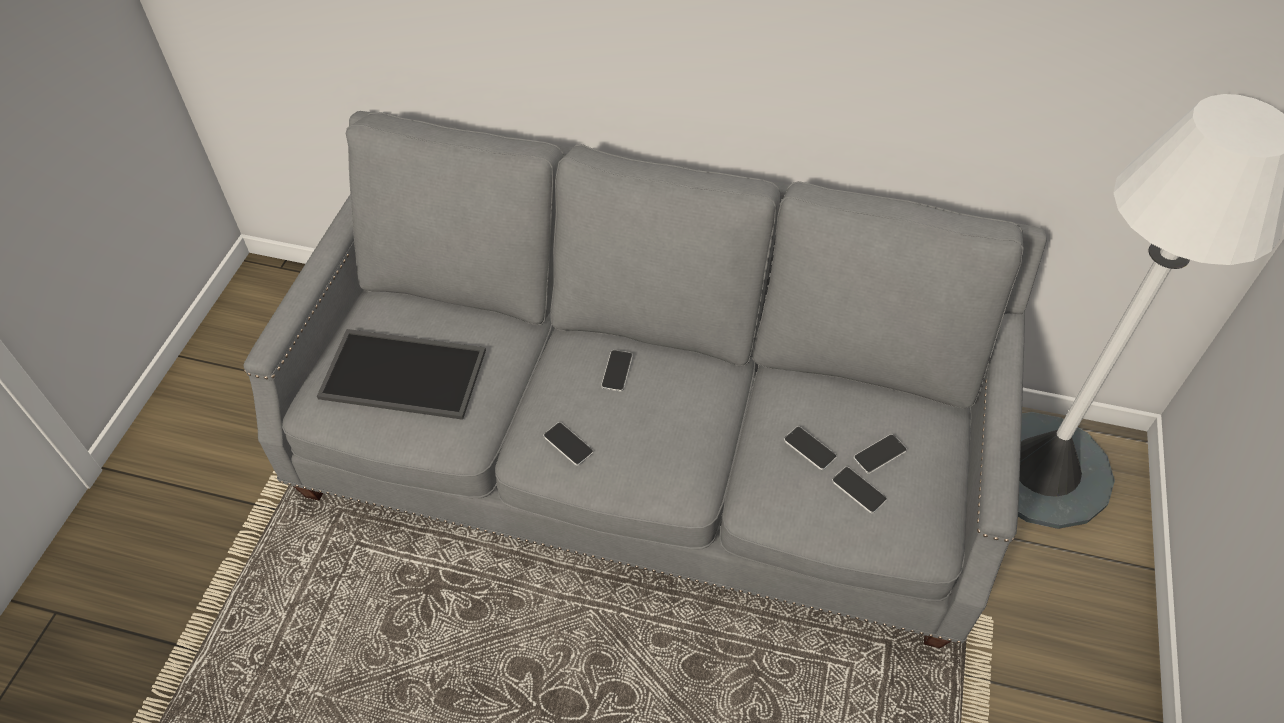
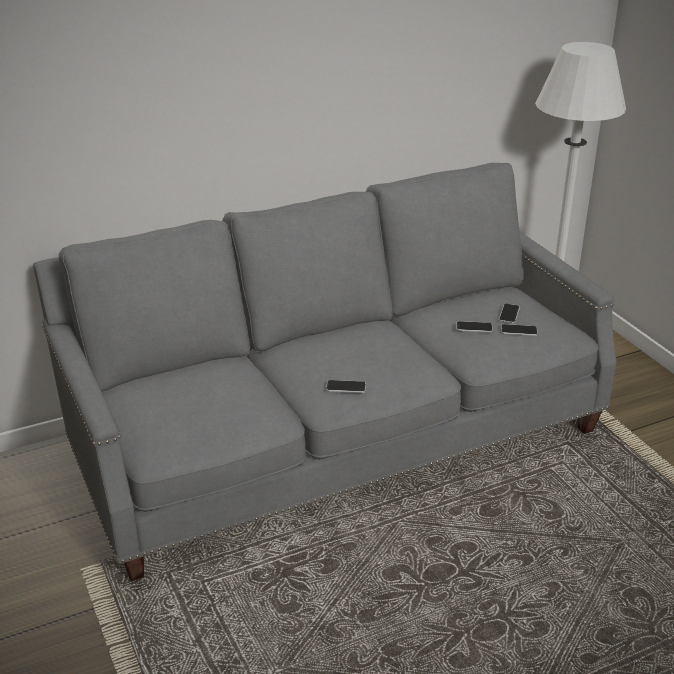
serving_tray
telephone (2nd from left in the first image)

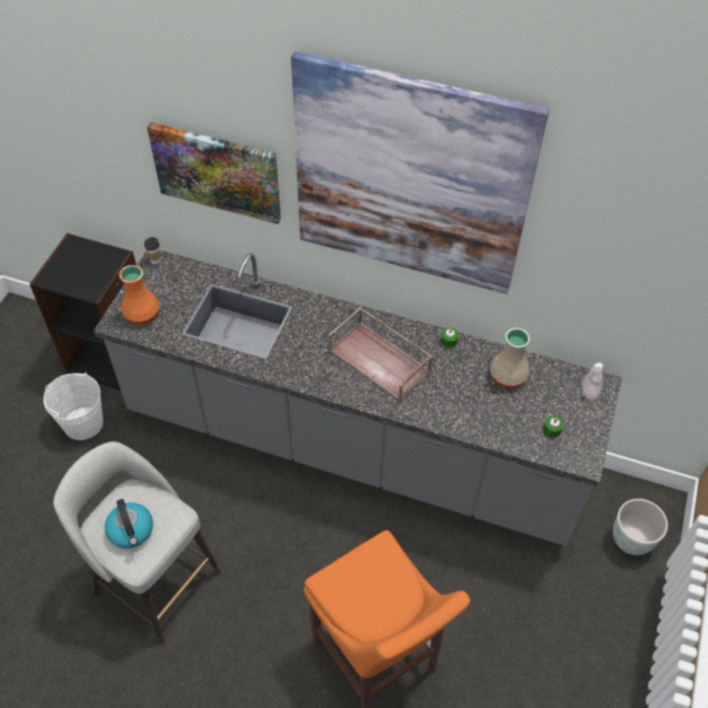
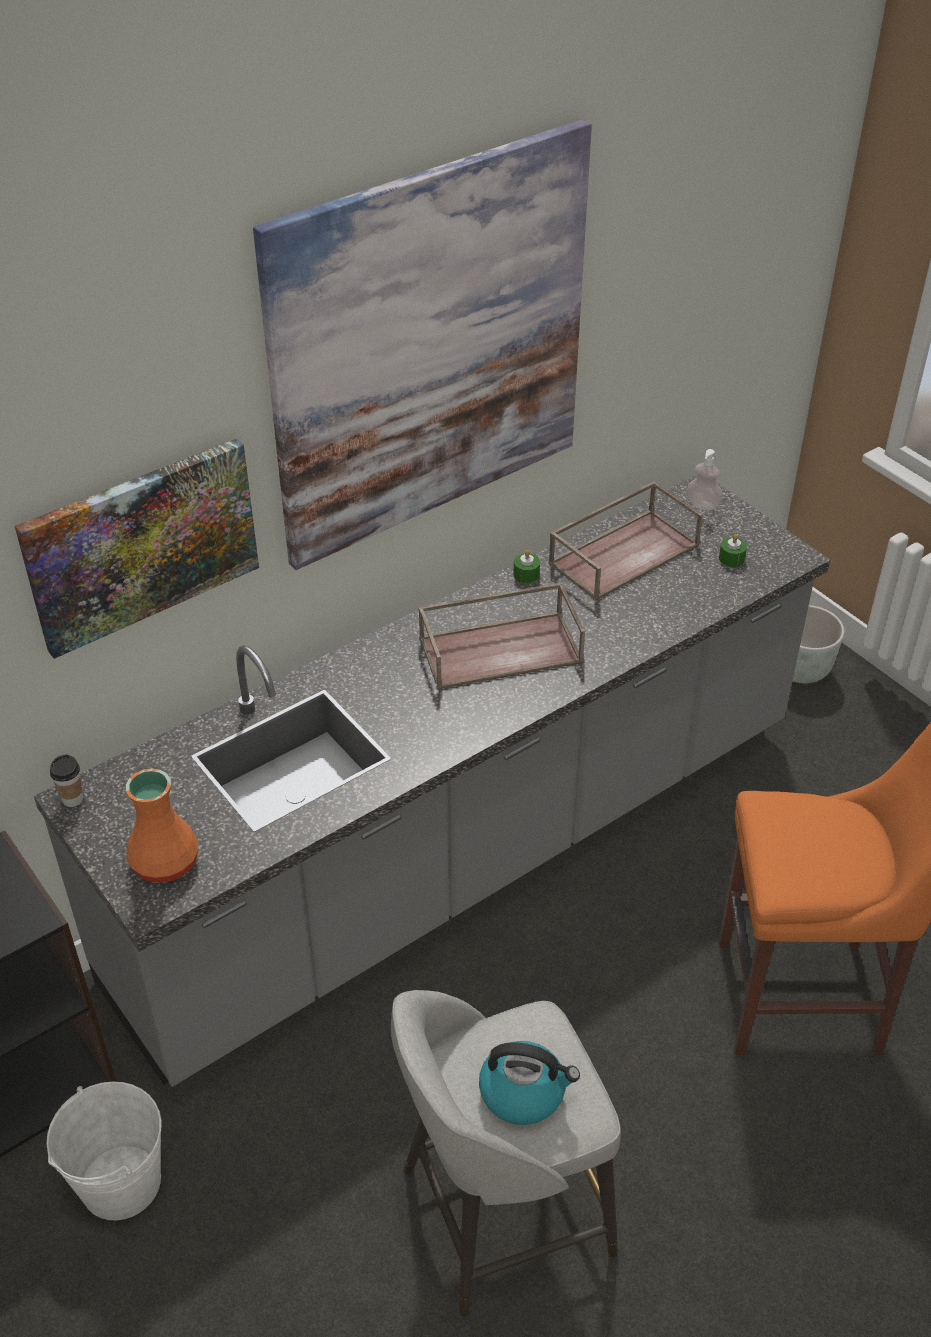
brown-coloured_serving_tray (2nd from left)

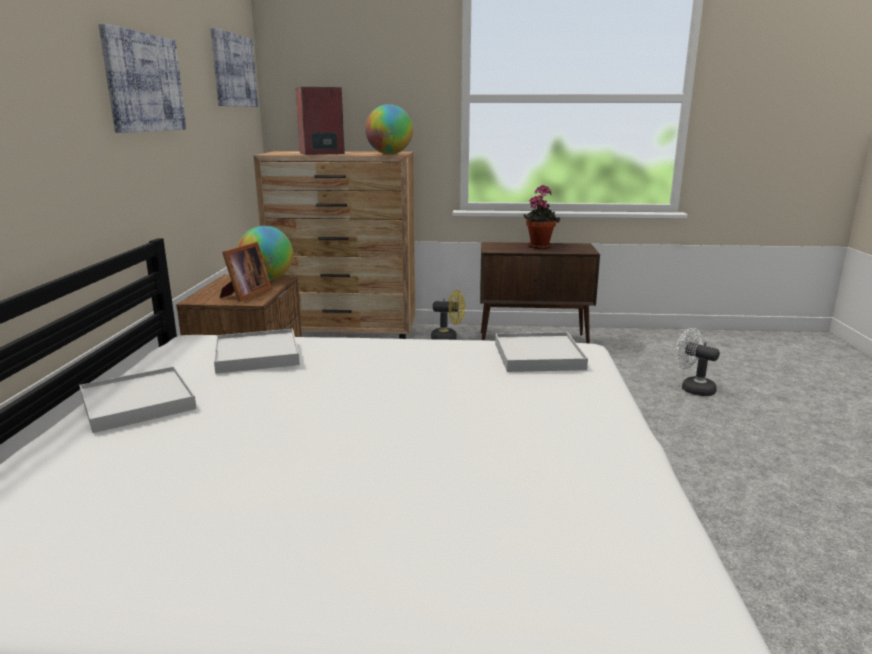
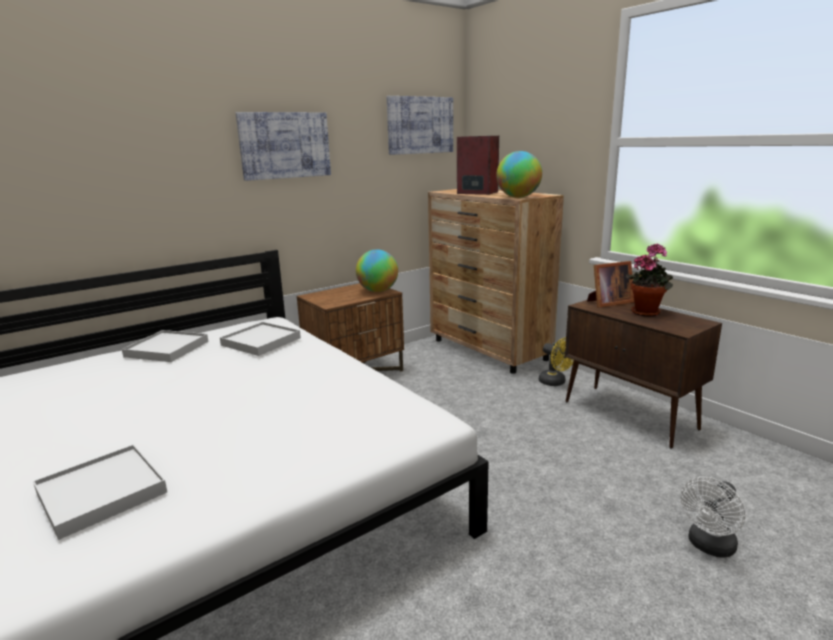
standing_frame
white-coloured_fan
white-coloured_serving_tray (1st from left)

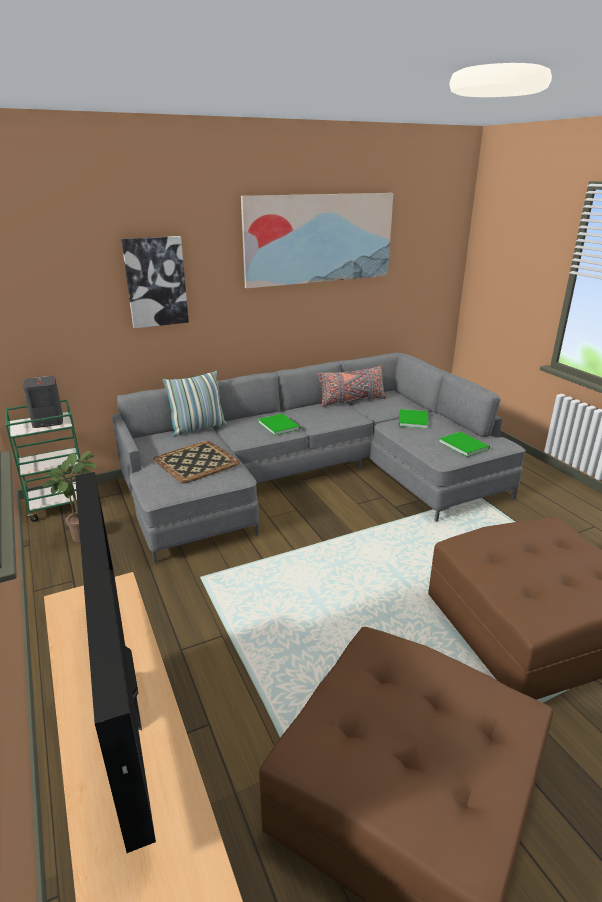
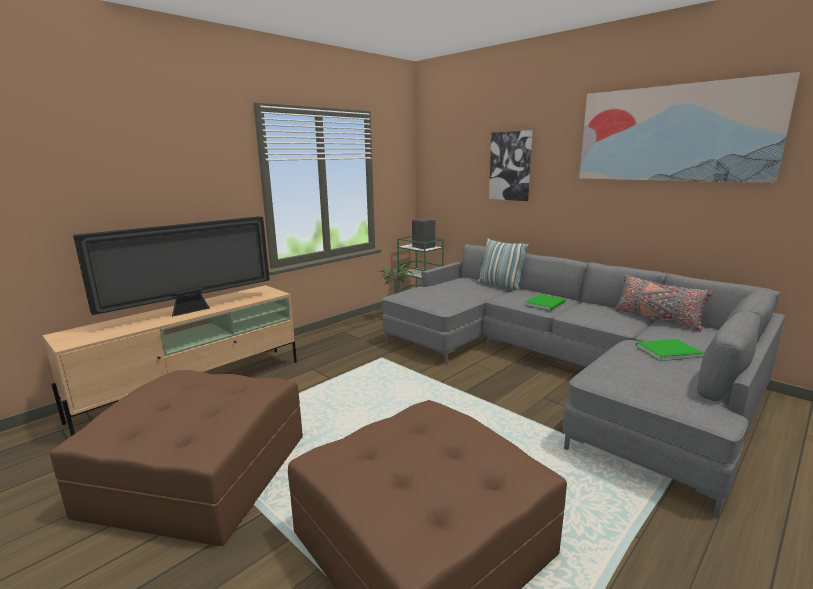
green_book (3rd from left in the first image)
serving_tray

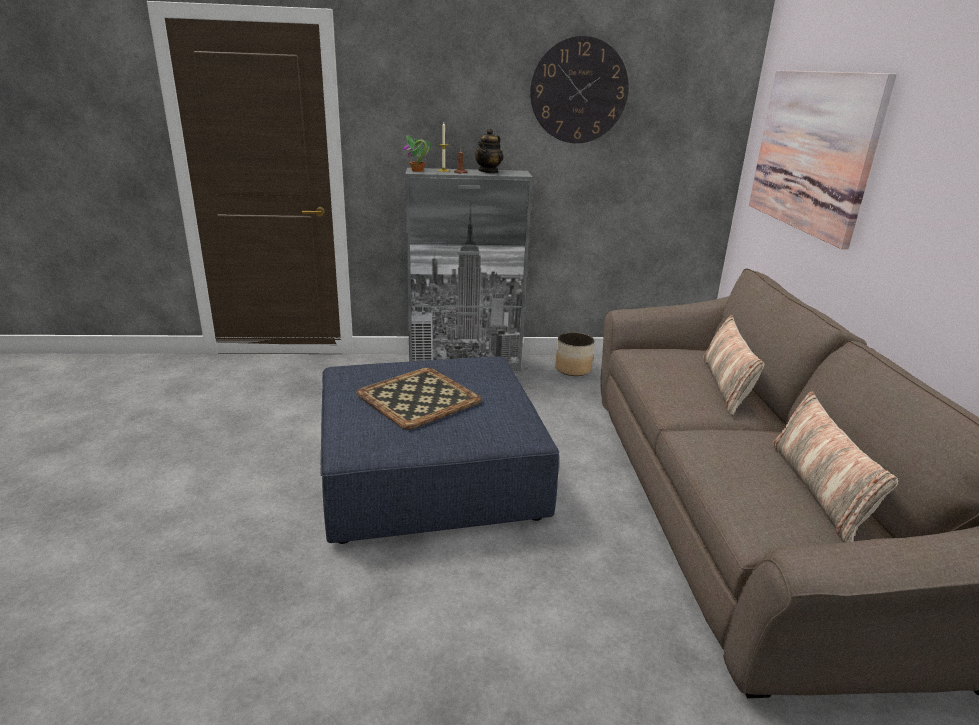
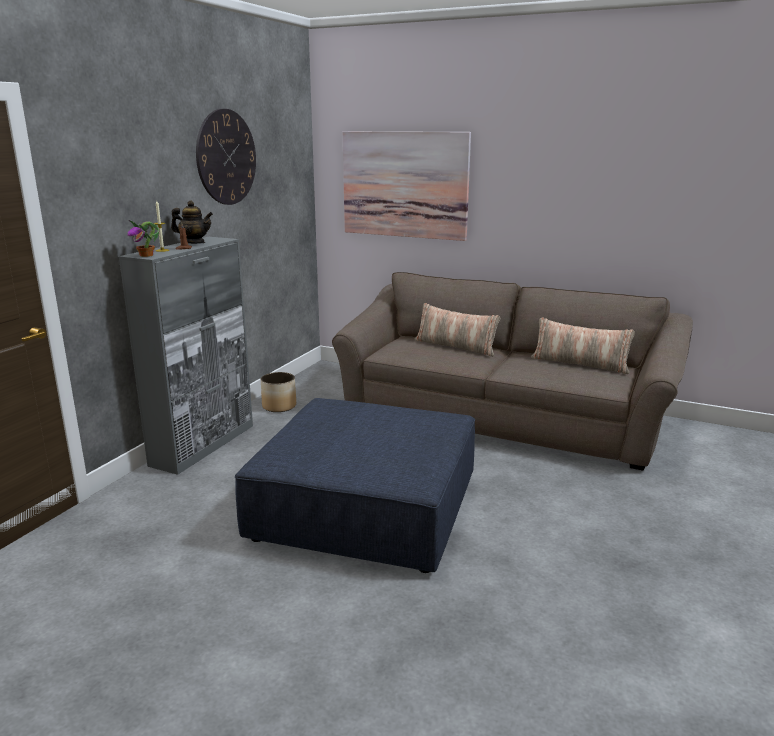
pot_for_tea
serving_tray

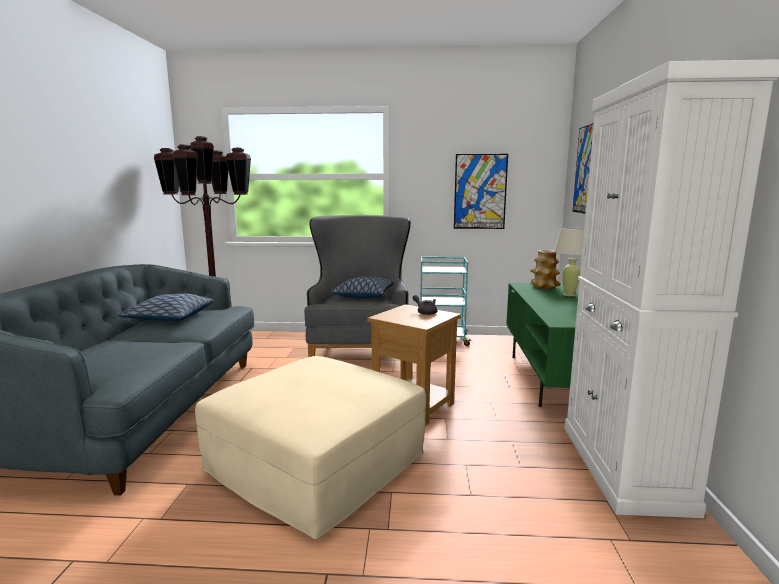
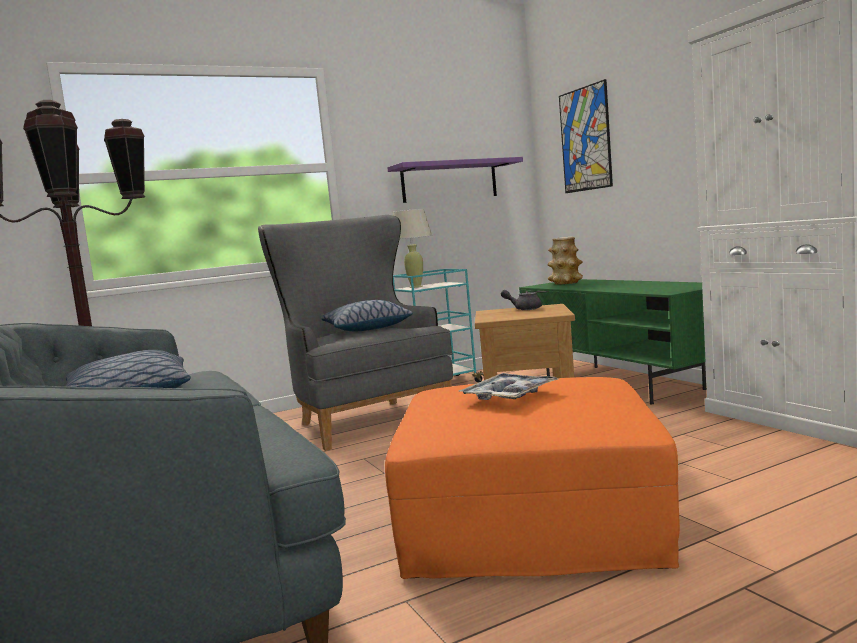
purple_shelf
sand-coloured_table_lamp
orangey_pouffe
serving_tray

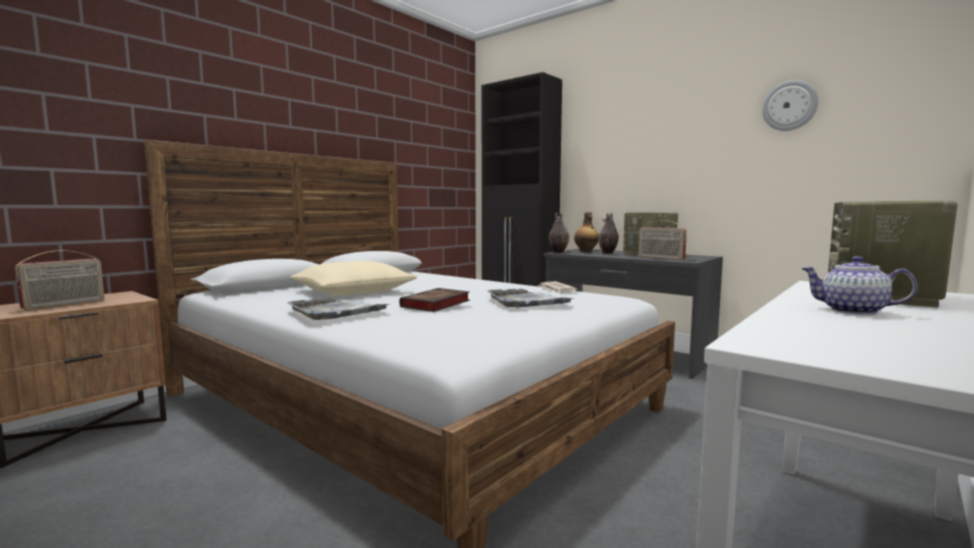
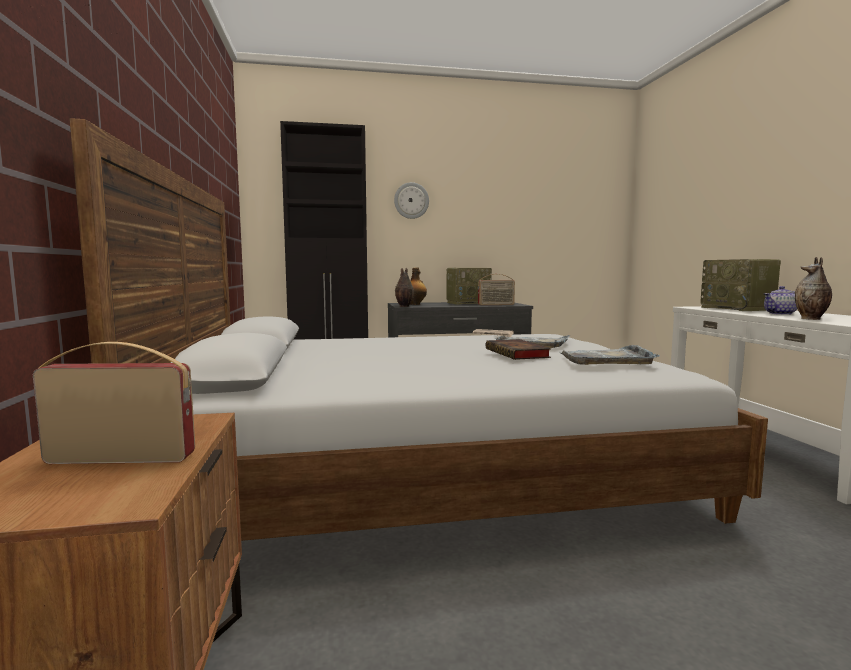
hanging_clock
decorative_vase (2nd from left)
radio_receiver (1st from left)
sand-coloured_cushion
gray_serving_tray (2nd from left)

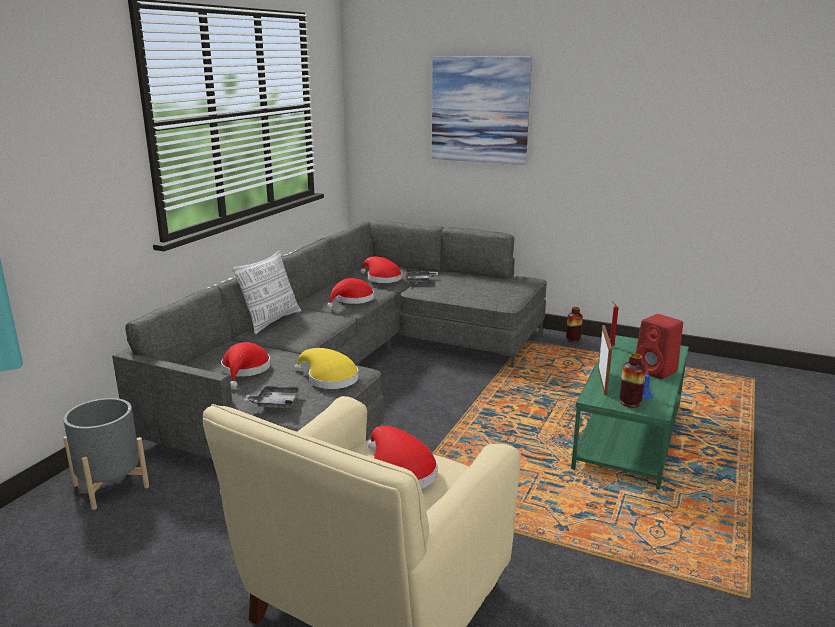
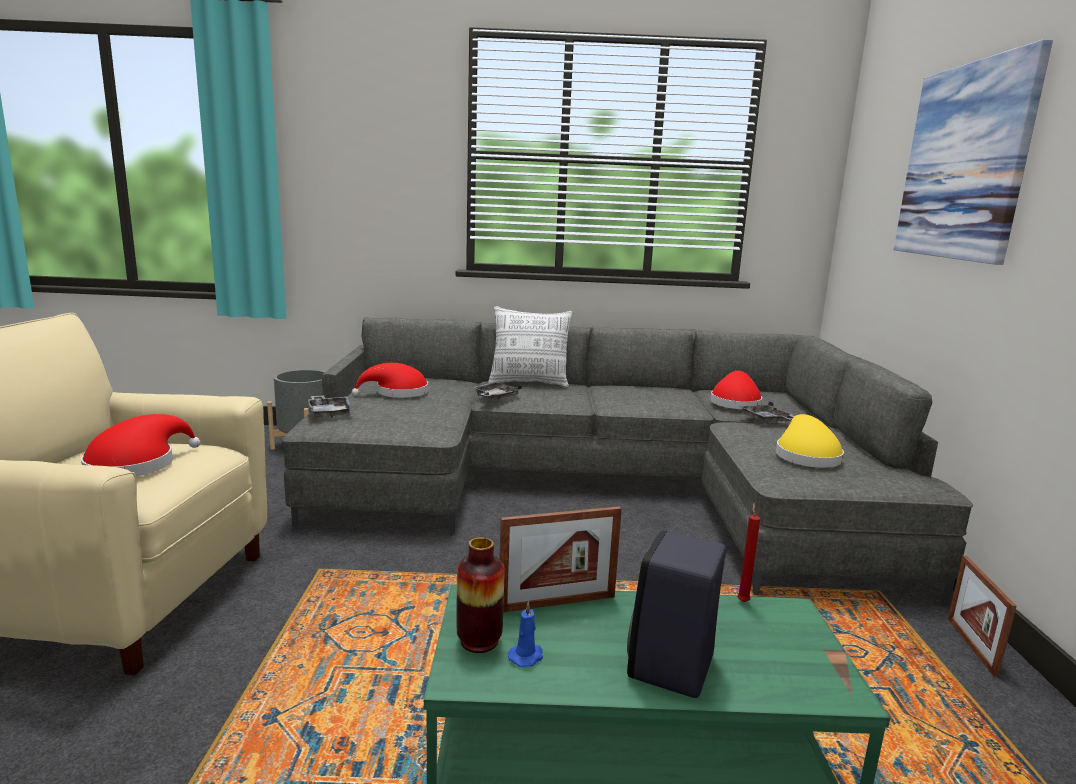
reddish_hat (2nd from left in the first image)
standing_frame (2nd from left)
black_audio_speaker
yellow-coloured_hat
gray_serving_tray (2nd from left)

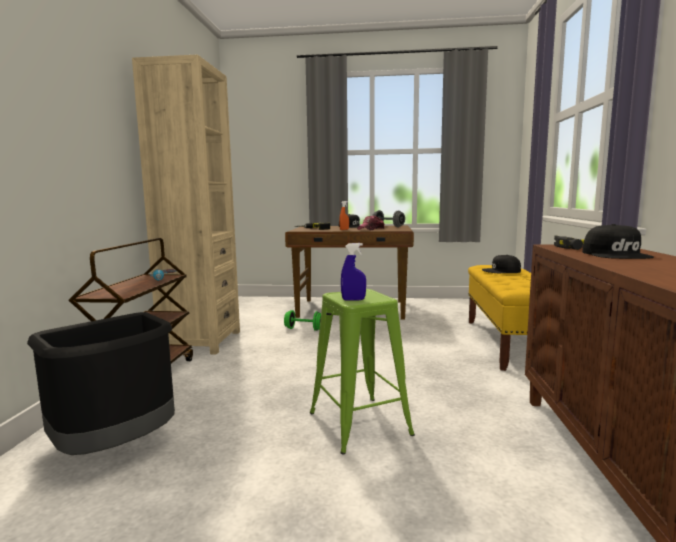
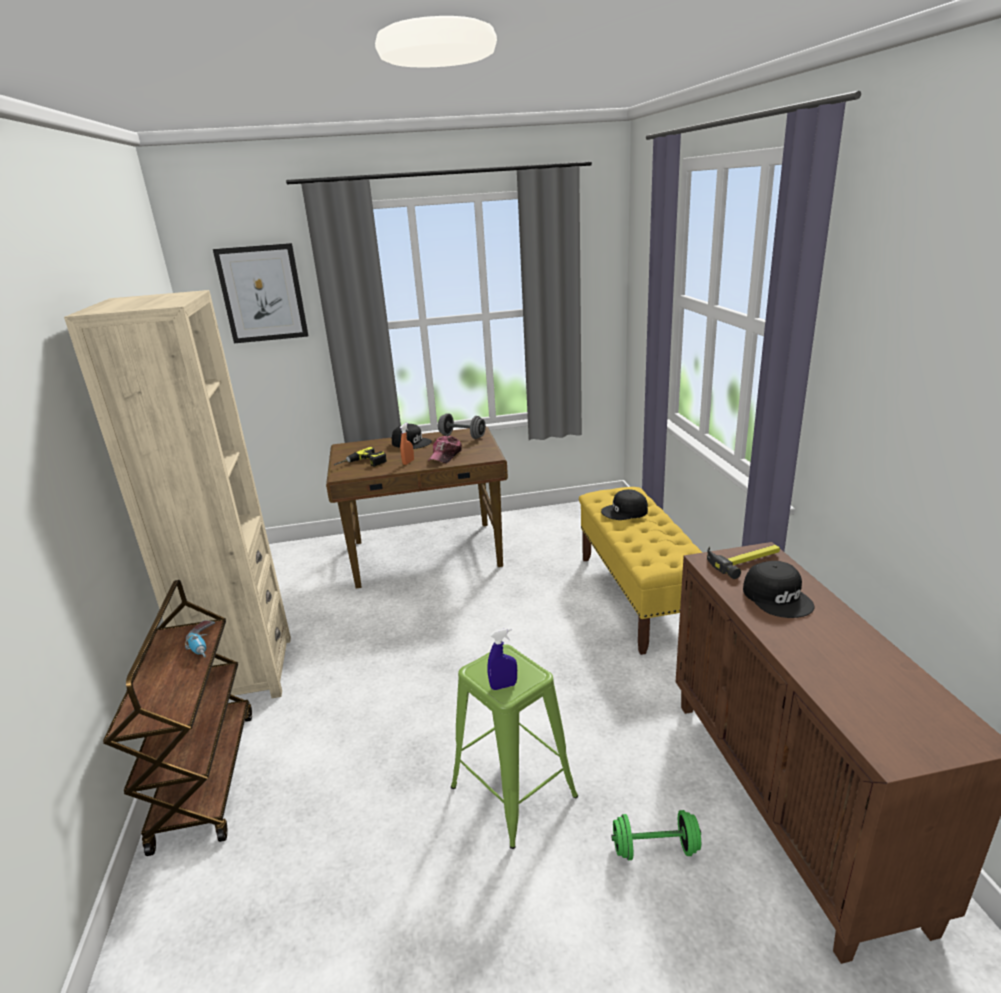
green_hand_weight
black_rubbish_bin
picture

